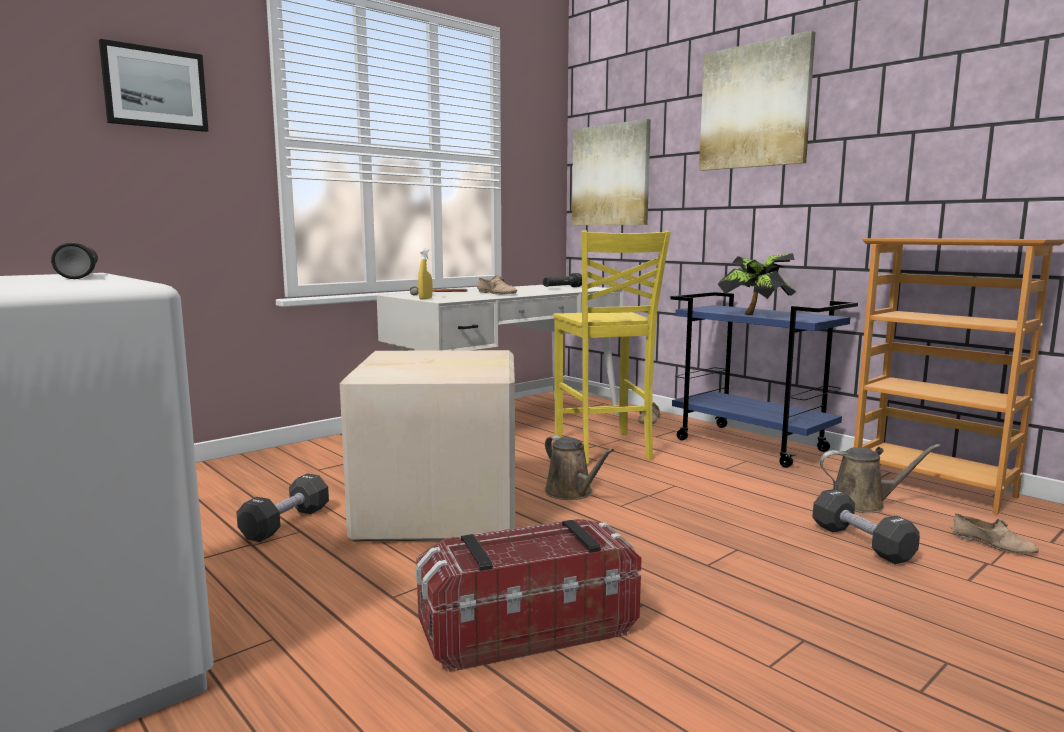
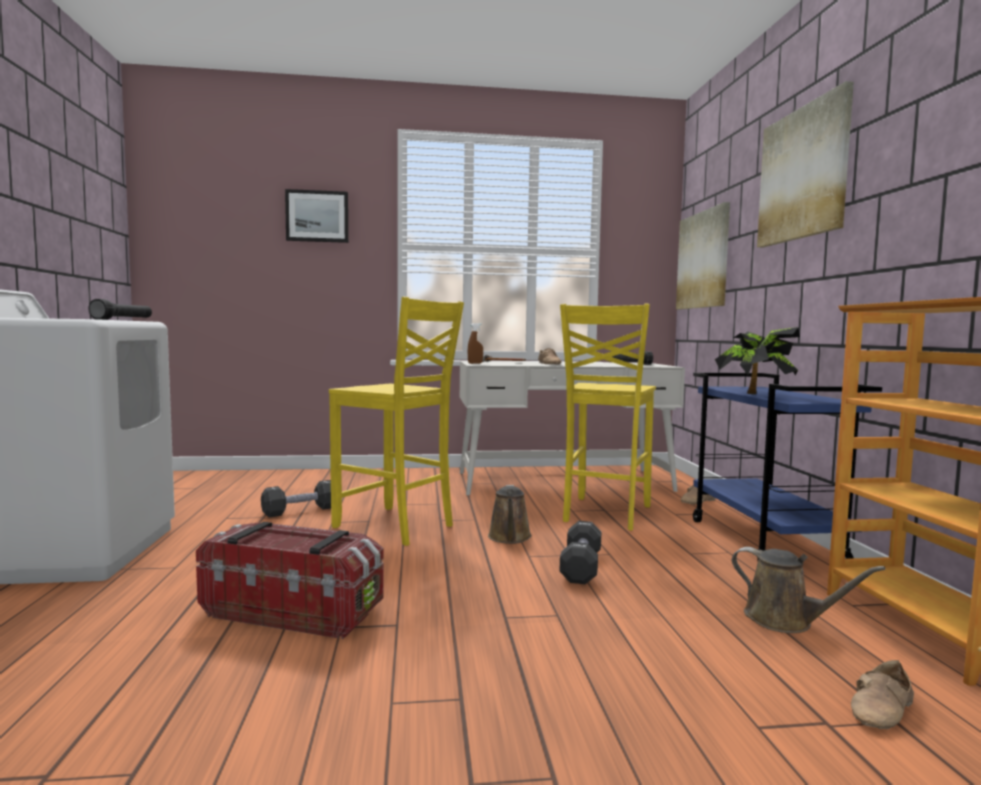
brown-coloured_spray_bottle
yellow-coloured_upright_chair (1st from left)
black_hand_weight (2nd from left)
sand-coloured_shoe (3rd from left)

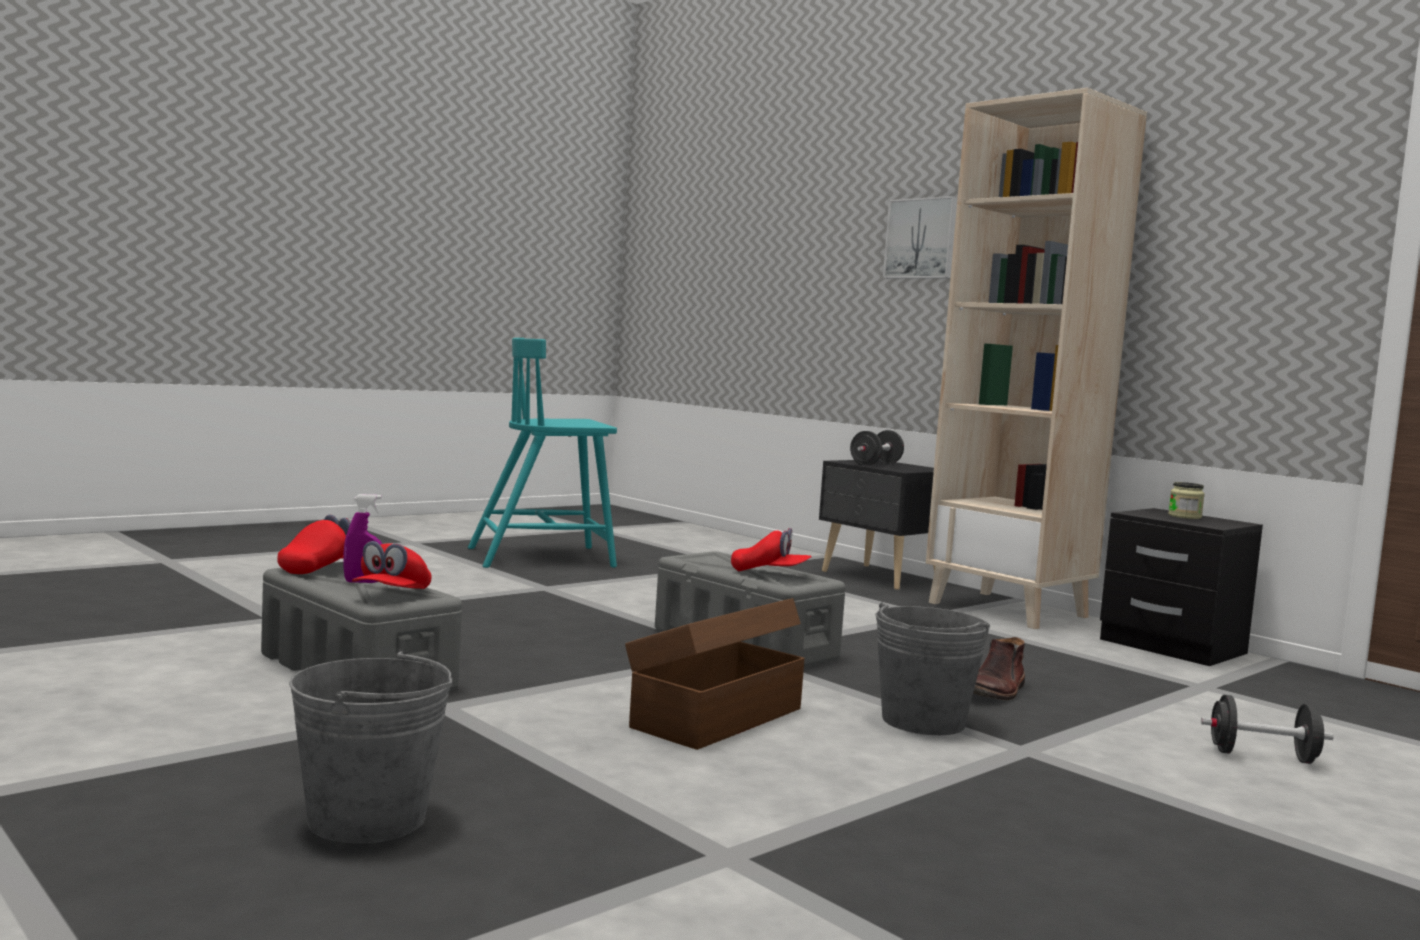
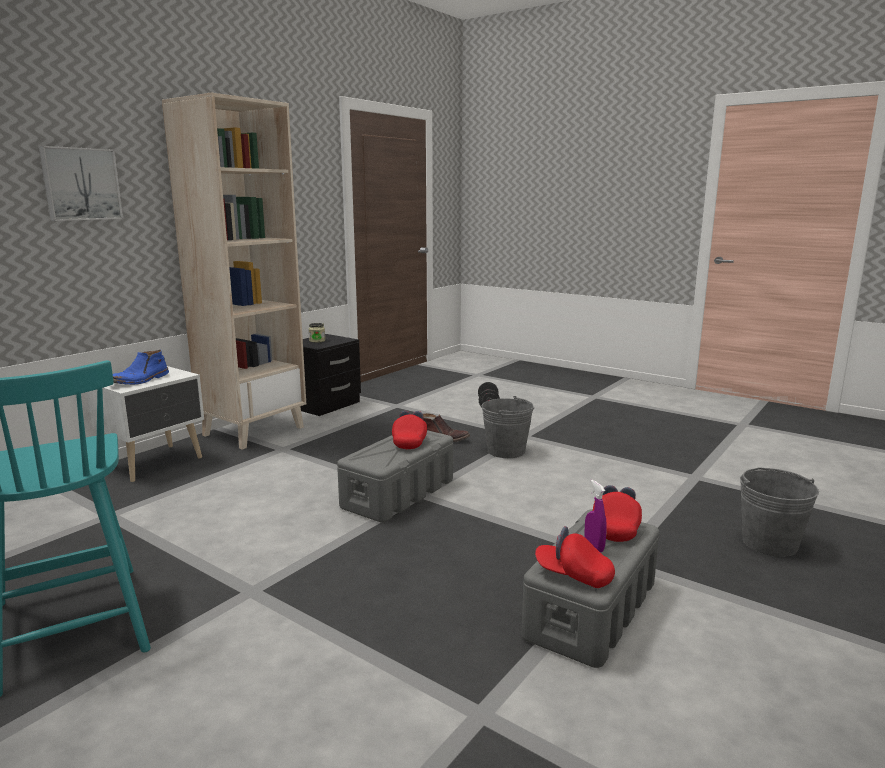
blue-coloured_boot
white-coloured_nightstand
reddish_baseball_cap (3rd from left)
brown-coloured_storage_bin

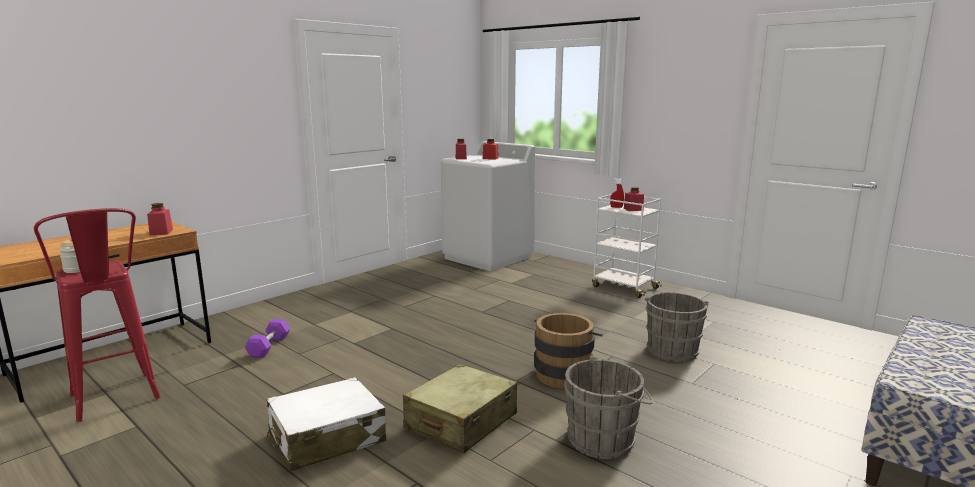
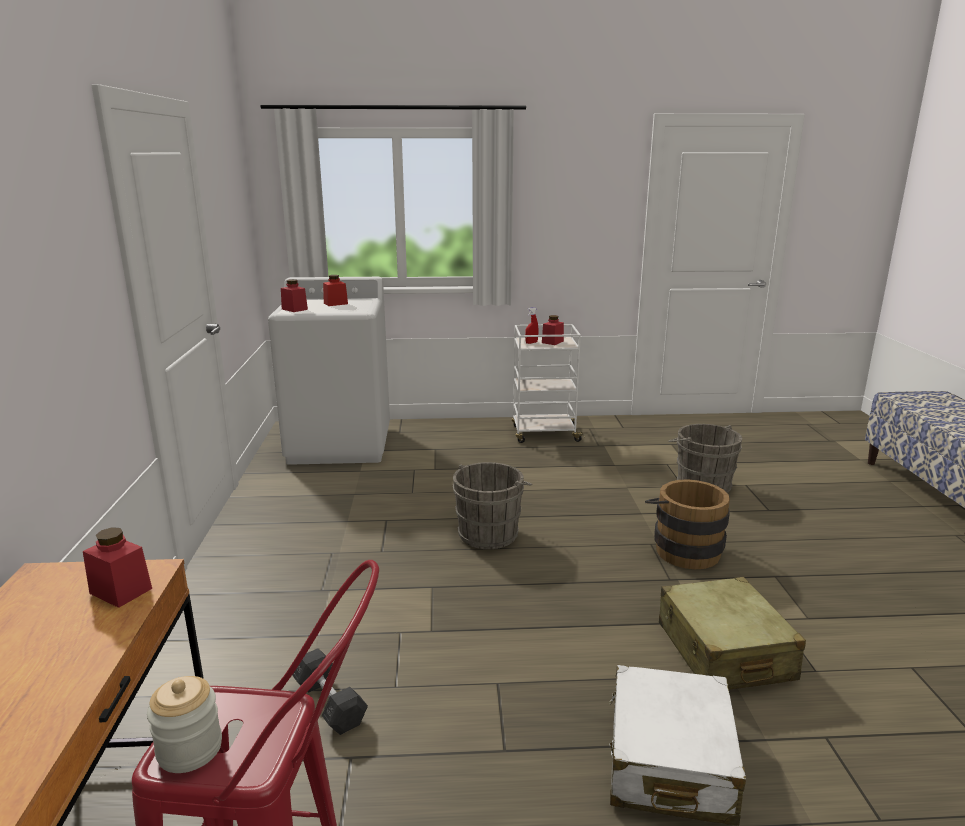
gray_hand_weight
gray_pail (1st from left)

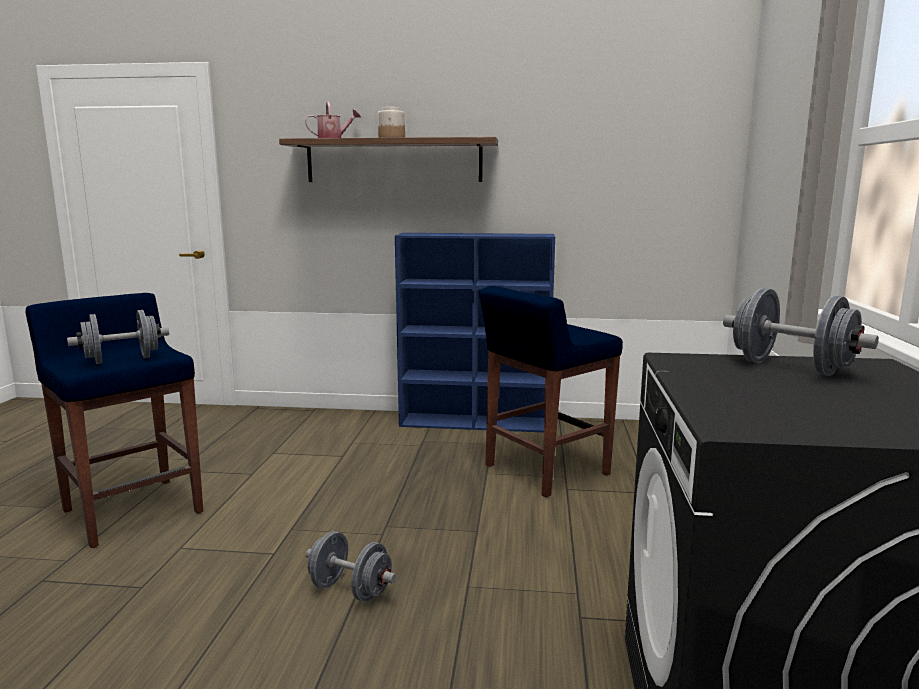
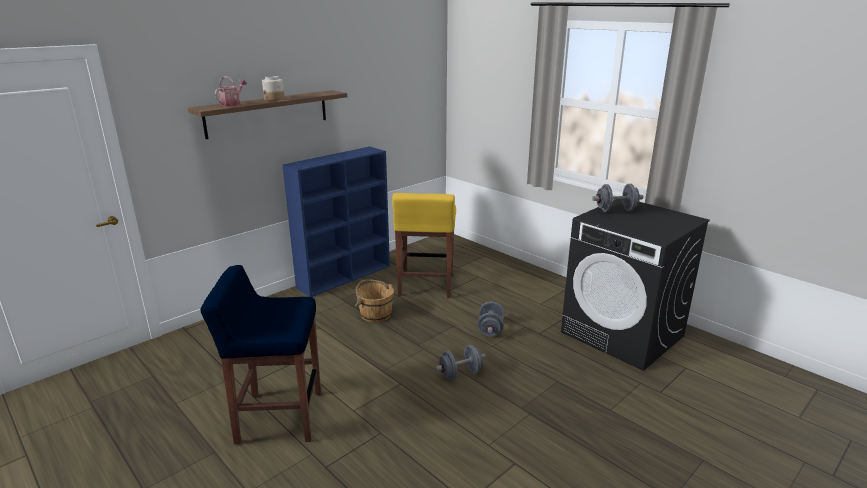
yellow-coloured_stool
gray_hand_weight (2nd from left)
brown-coloured_pail

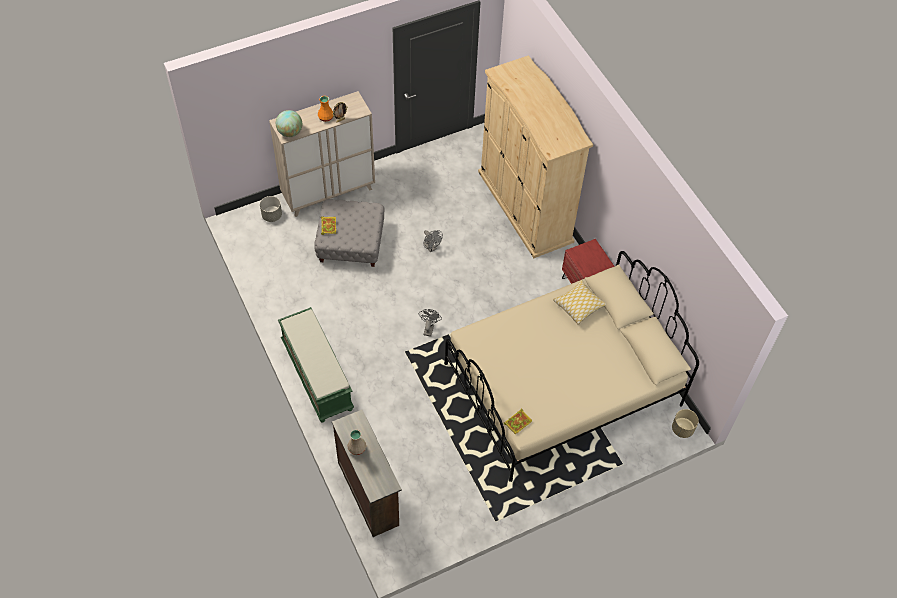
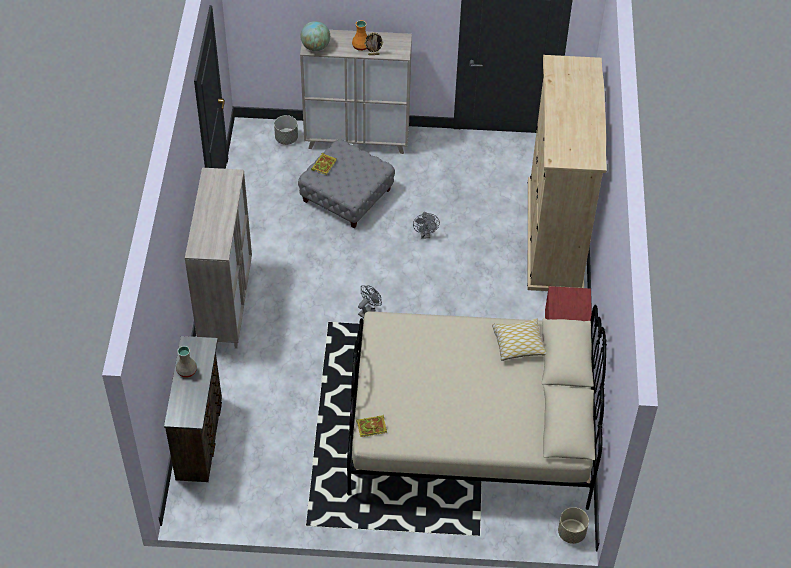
sand-coloured_cupboard (1st from left)

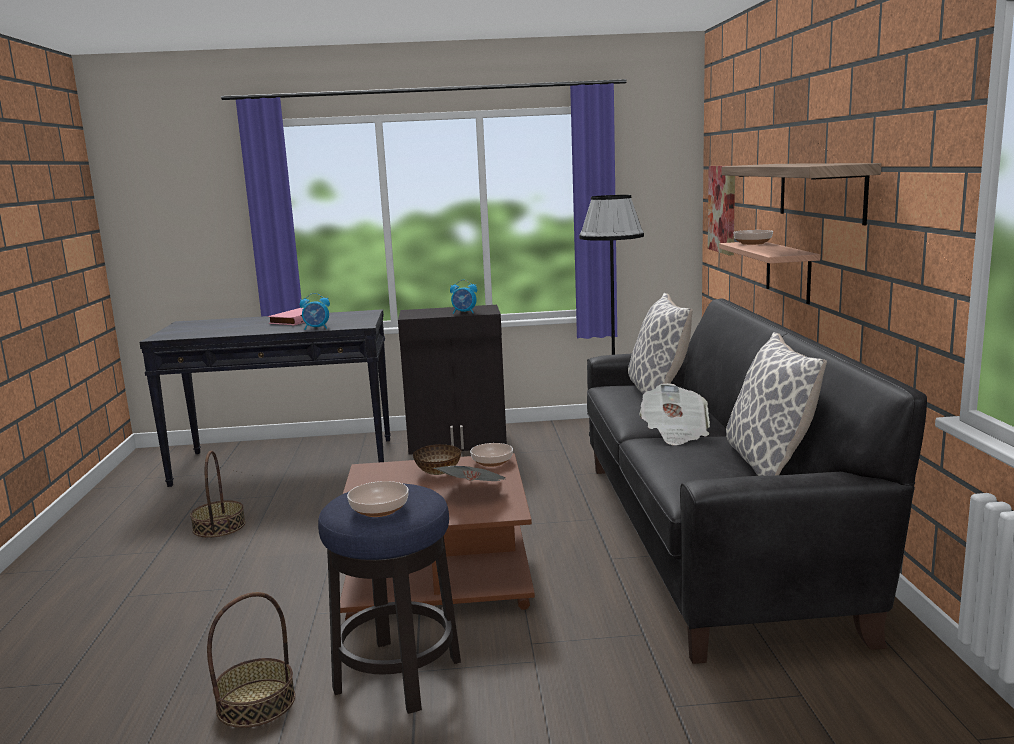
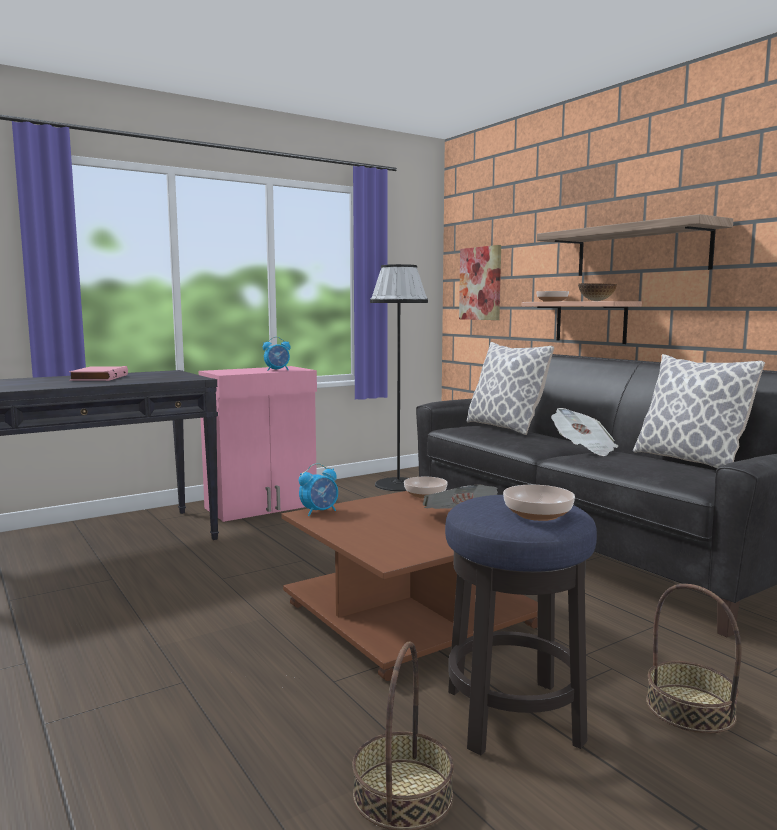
table_clock (2nd from left)
pinkish_cupboard
deep_dish (4th from left)
storage_basket (2nd from left)

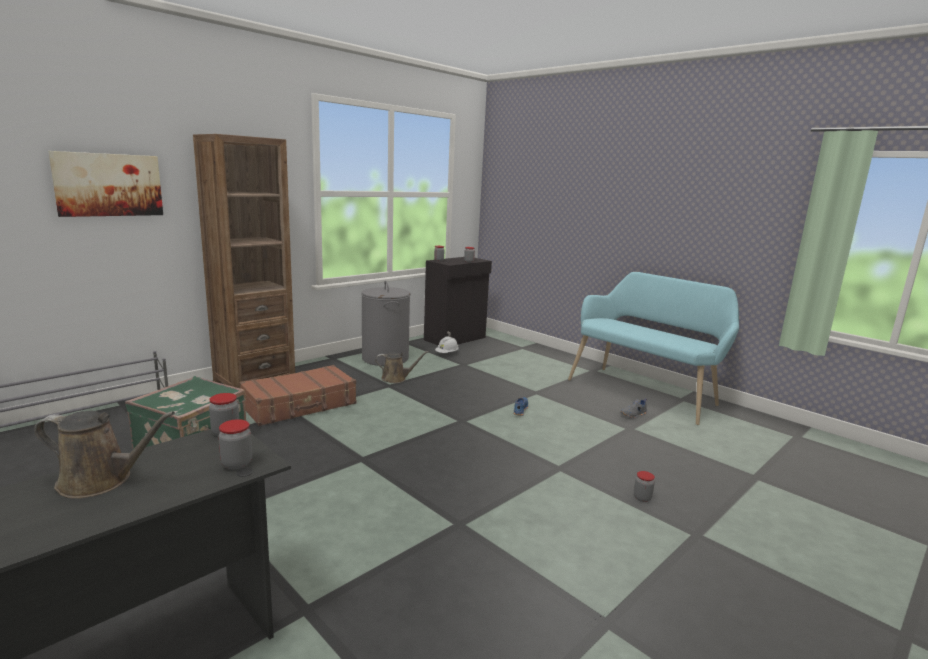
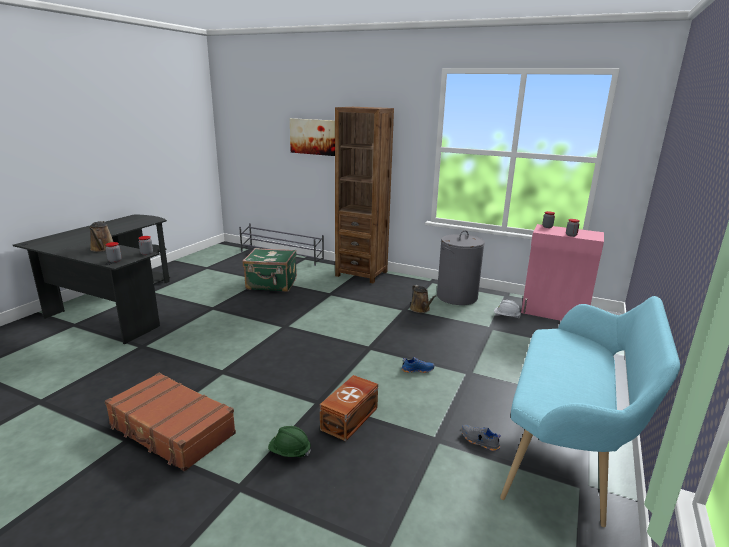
pinkish_cupboard
brown-coloured_suitcase
green_hard_hat
brown-coloured_storage_bin

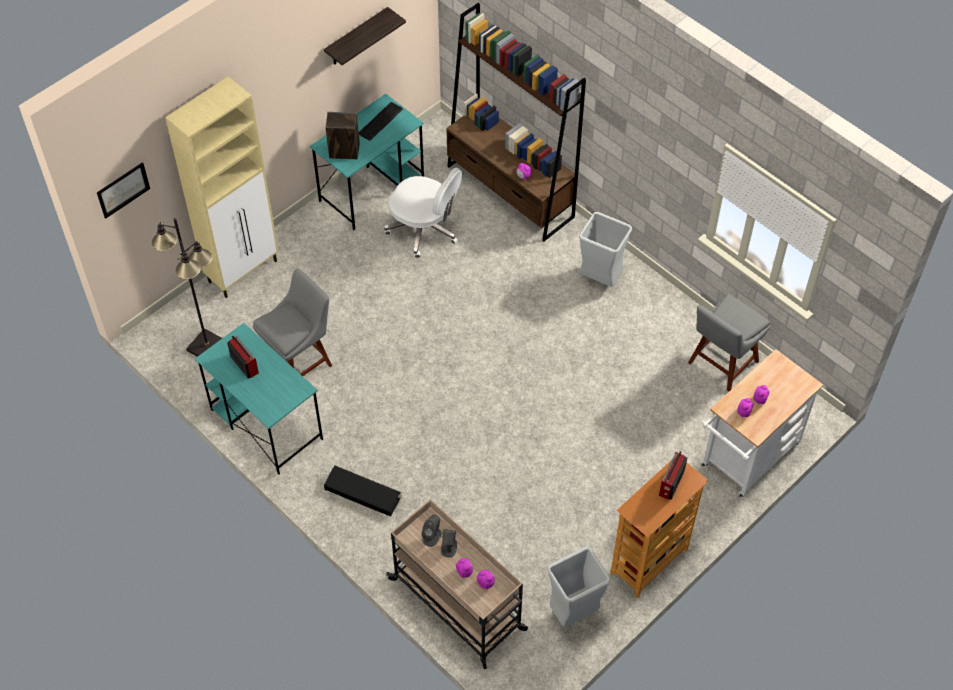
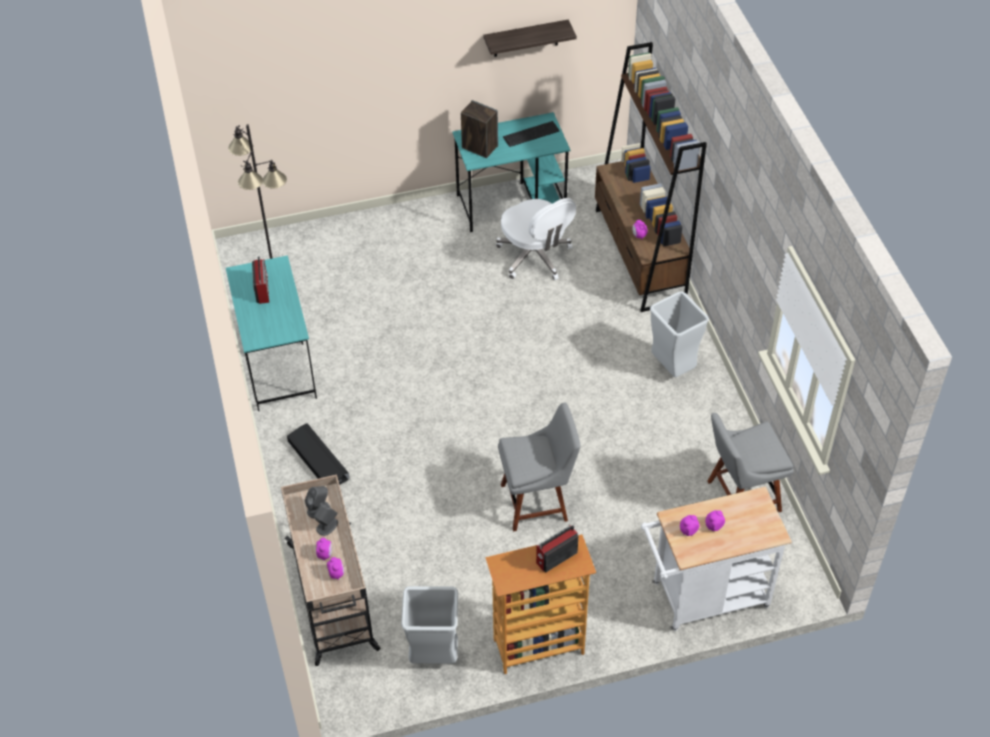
sand-coloured_cupboard
picture
gray_upright_chair (1st from left)

